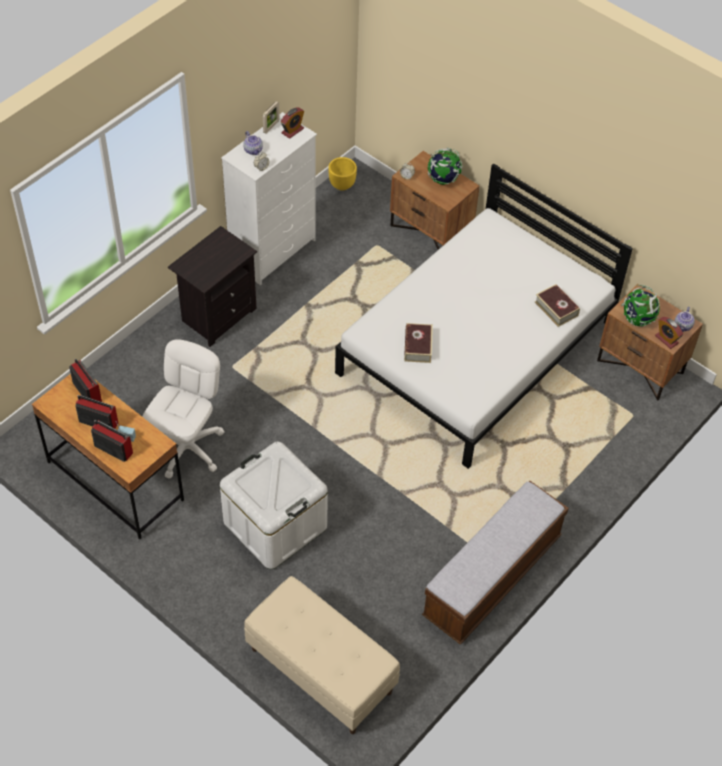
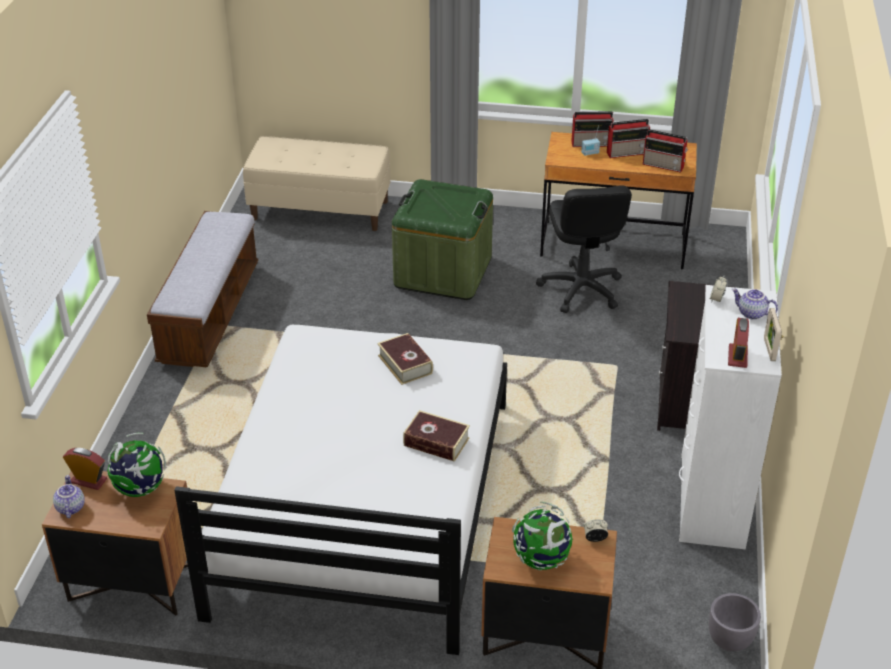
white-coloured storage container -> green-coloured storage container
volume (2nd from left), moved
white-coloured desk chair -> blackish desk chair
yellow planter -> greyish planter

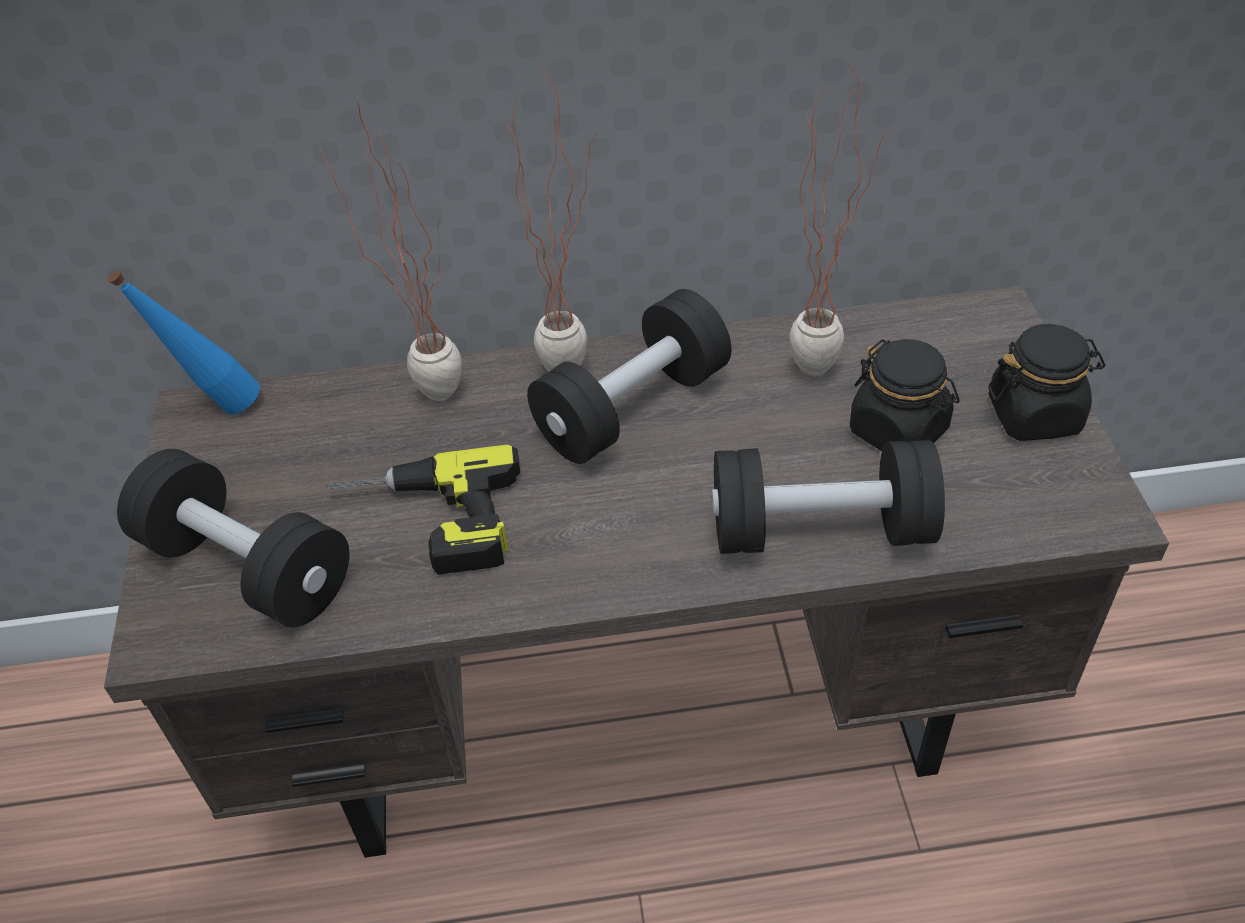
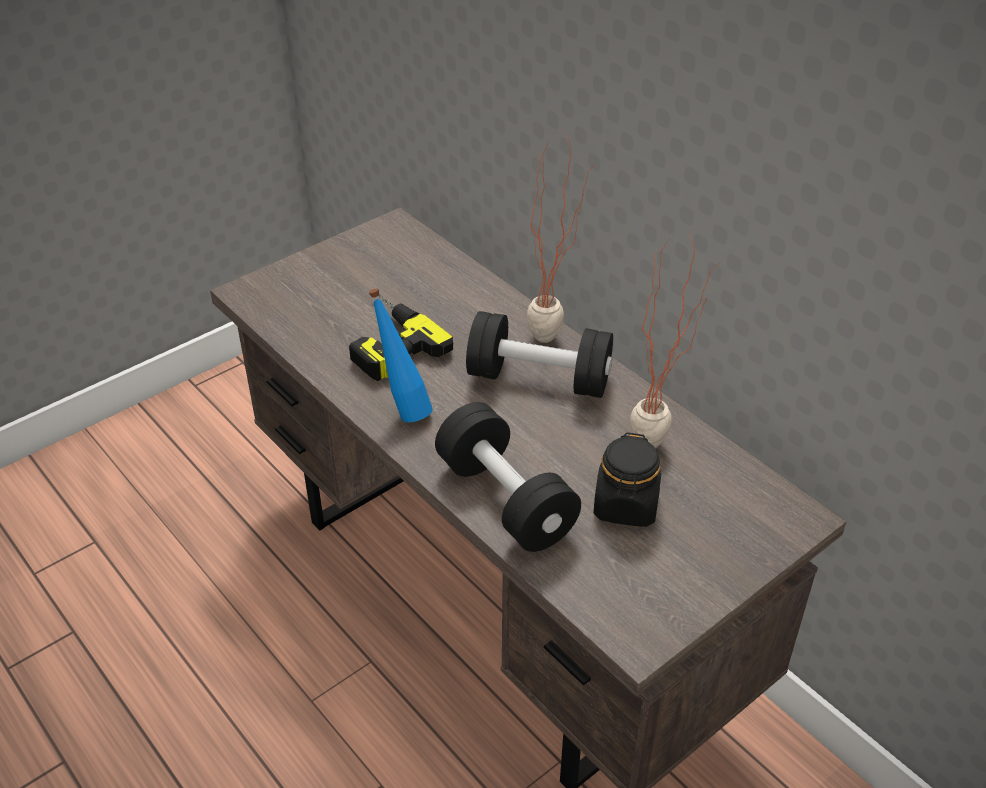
blue-coloured beverage bottle, moved
blackish free weight (1st from left) -> none
houseplant (1st from left) -> none
blackish jar (2nd from left) -> none

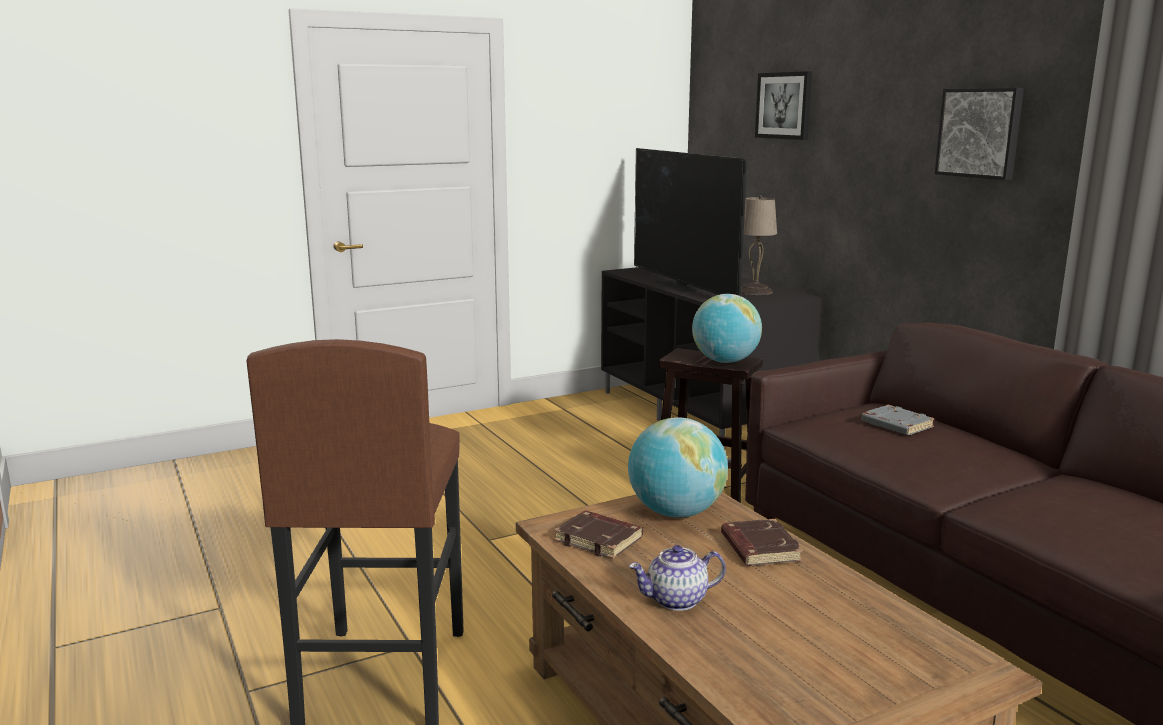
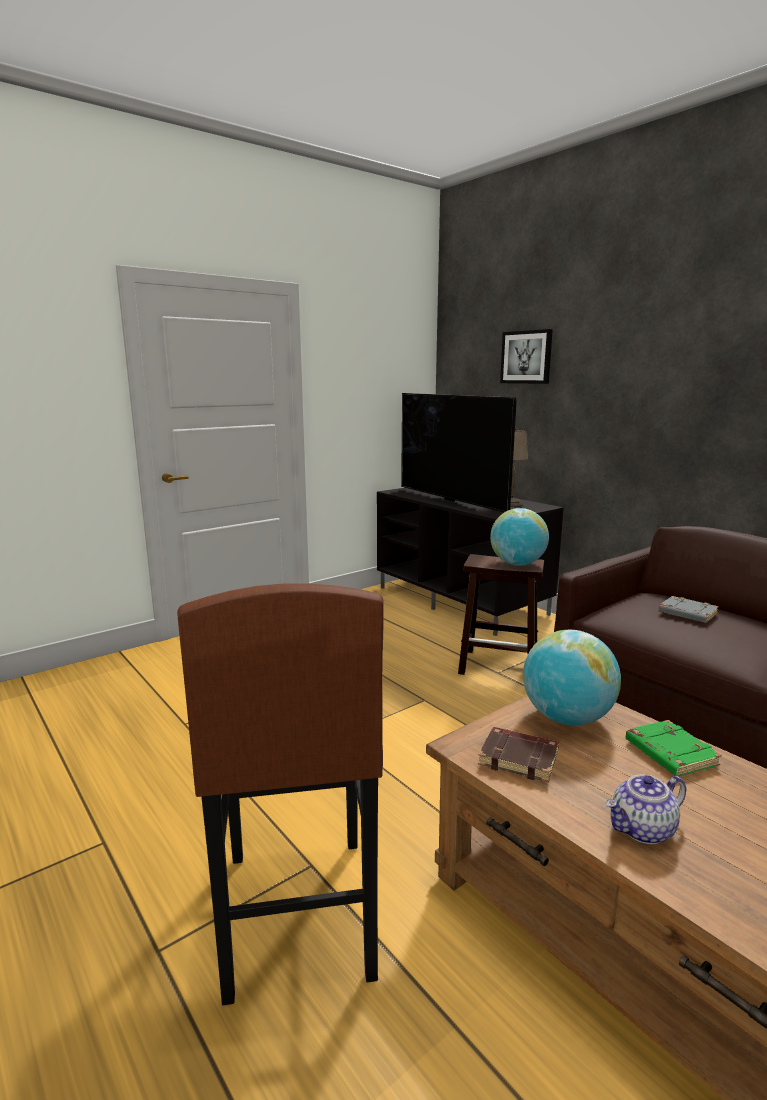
brown-coloured volume (2nd from left) -> green-coloured volume
picture (2nd from left) -> none

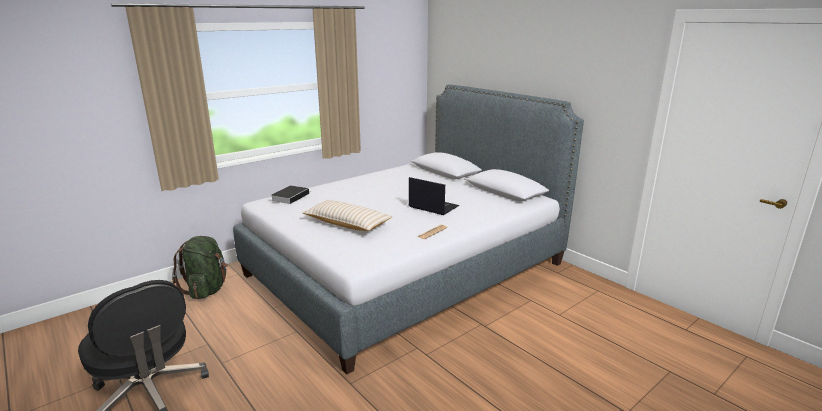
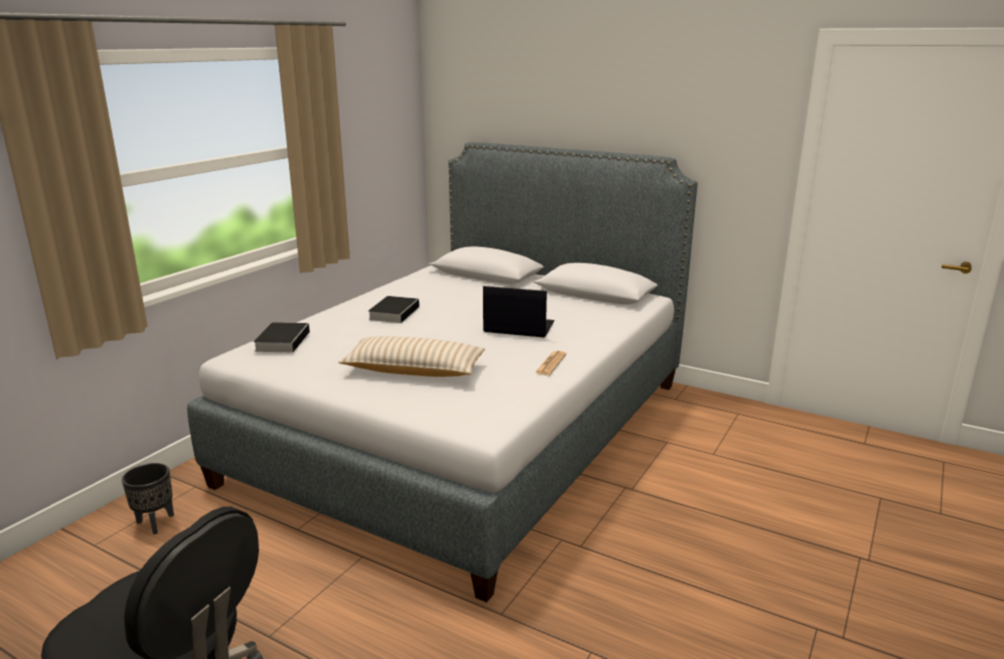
green-coloured backpack -> blackish planter
none -> volume (2nd from left)

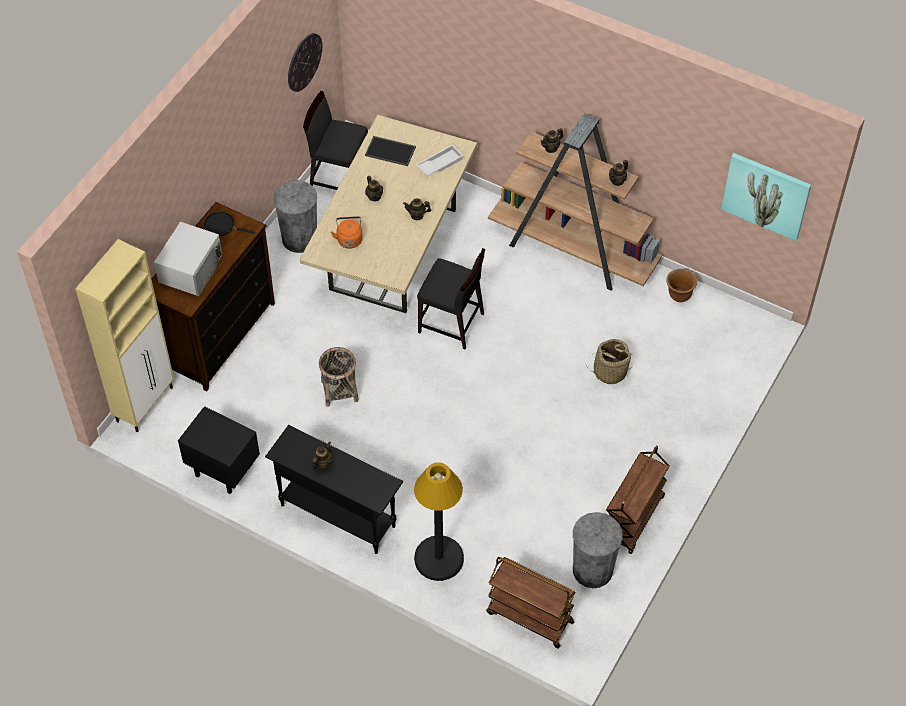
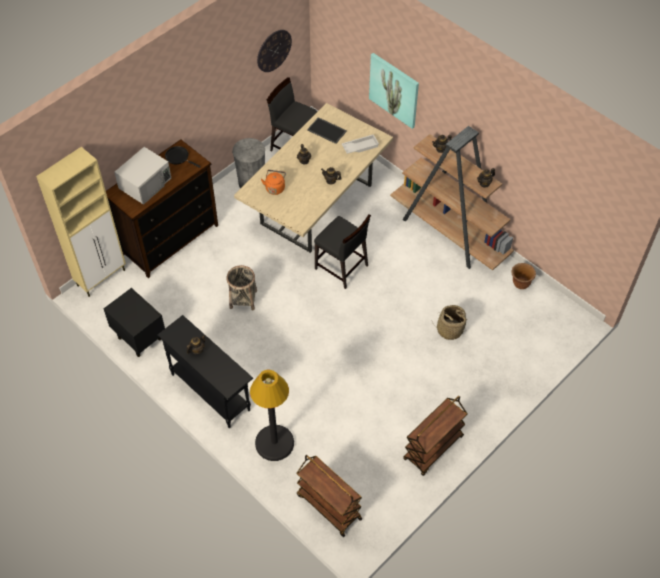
picture, moved
greyish waste bin (2nd from left) -> none

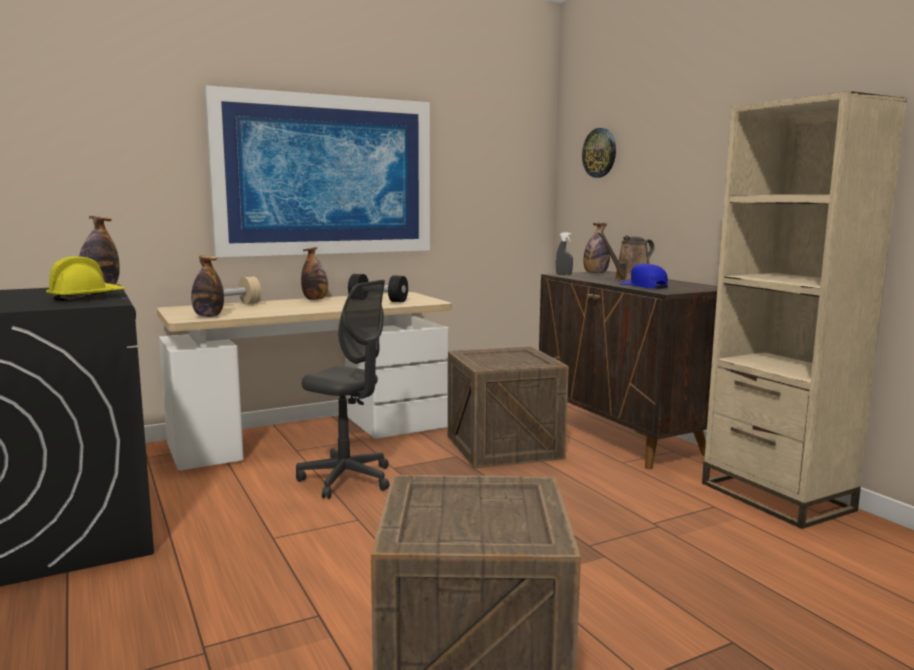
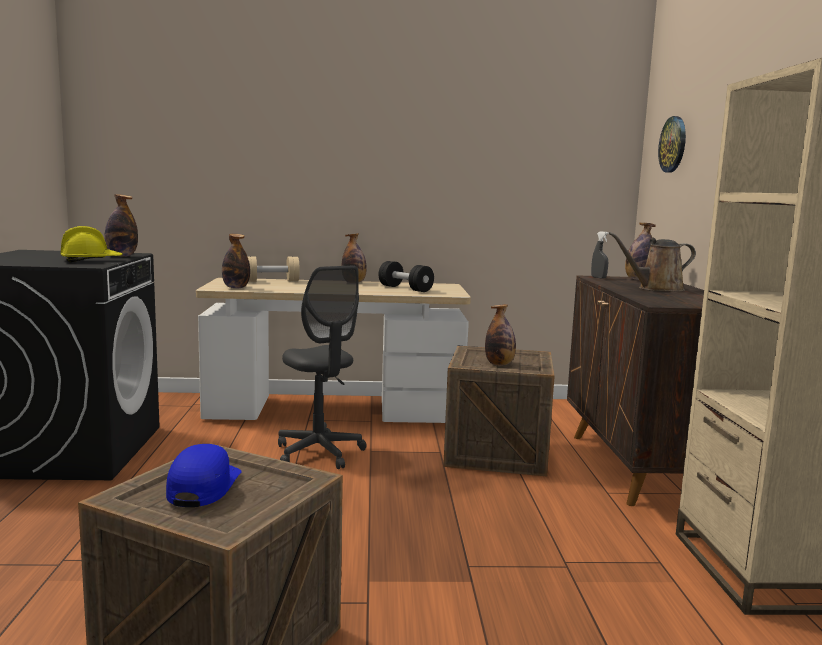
blue-coloured peaked cap, moved
none -> beverage bottle (4th from left)
picture -> none

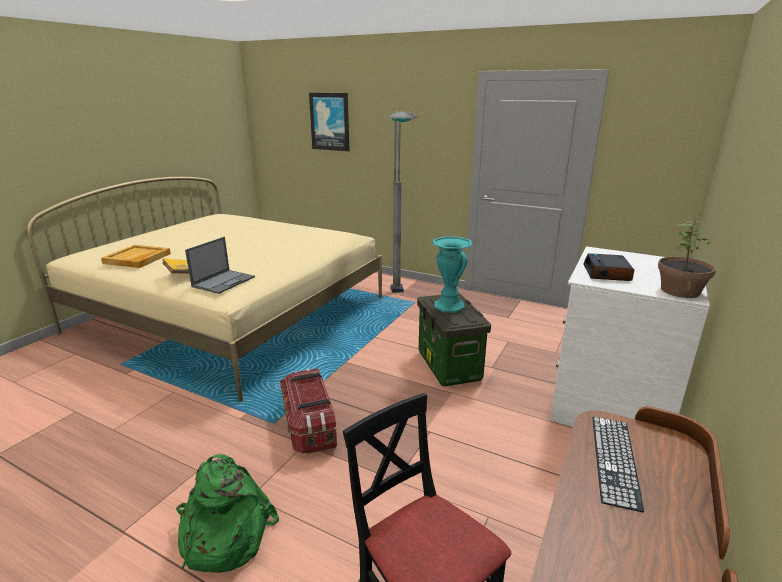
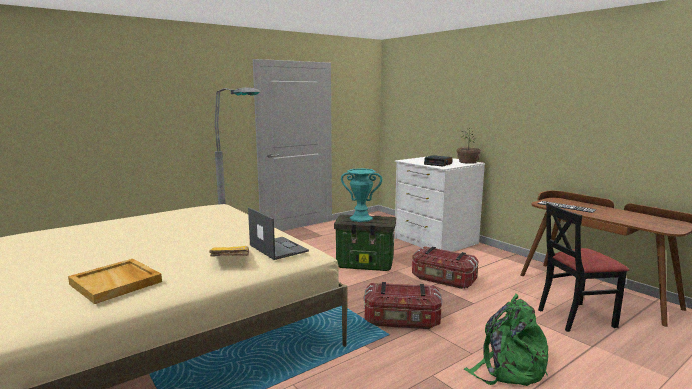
none -> storage container (3rd from left)
picture -> none

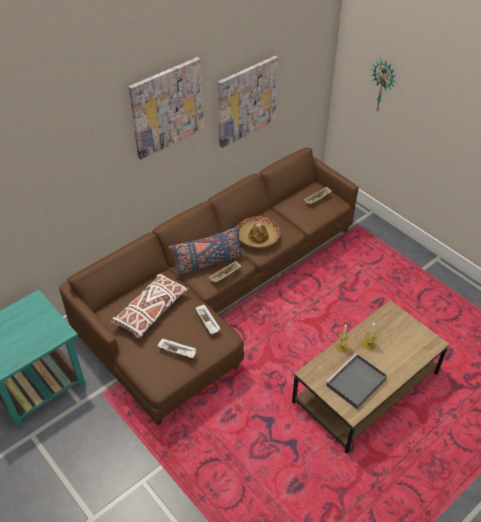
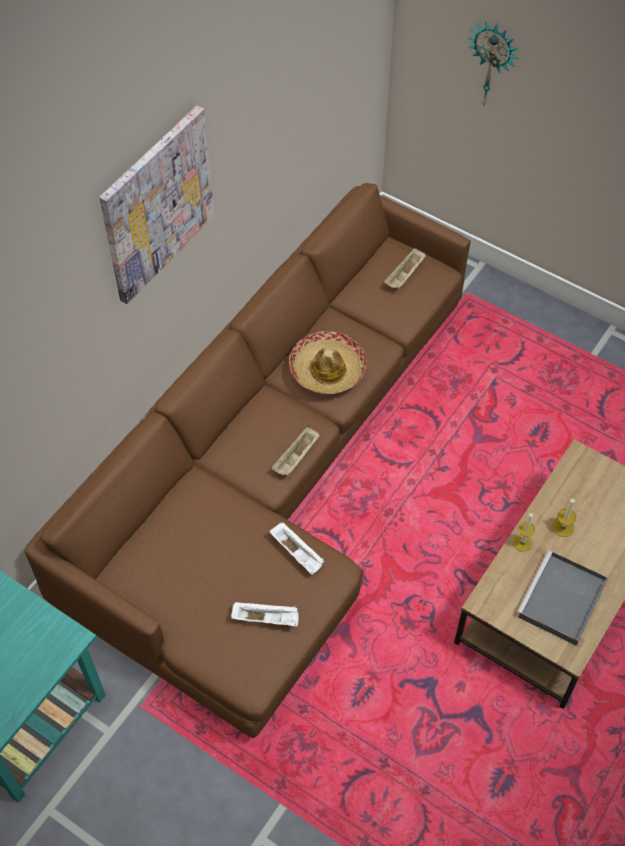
white-coloured pillow -> none
blue-coloured pillow -> none
picture (2nd from left) -> none

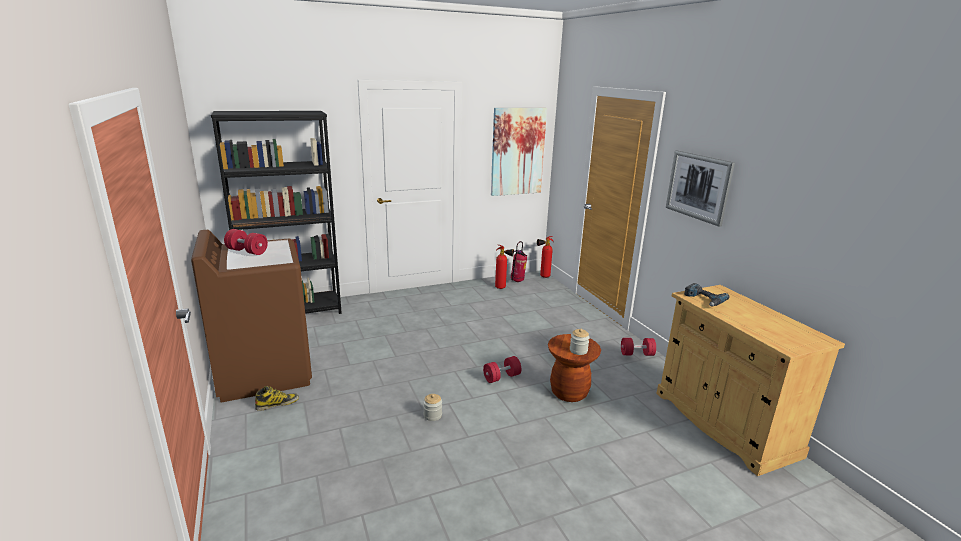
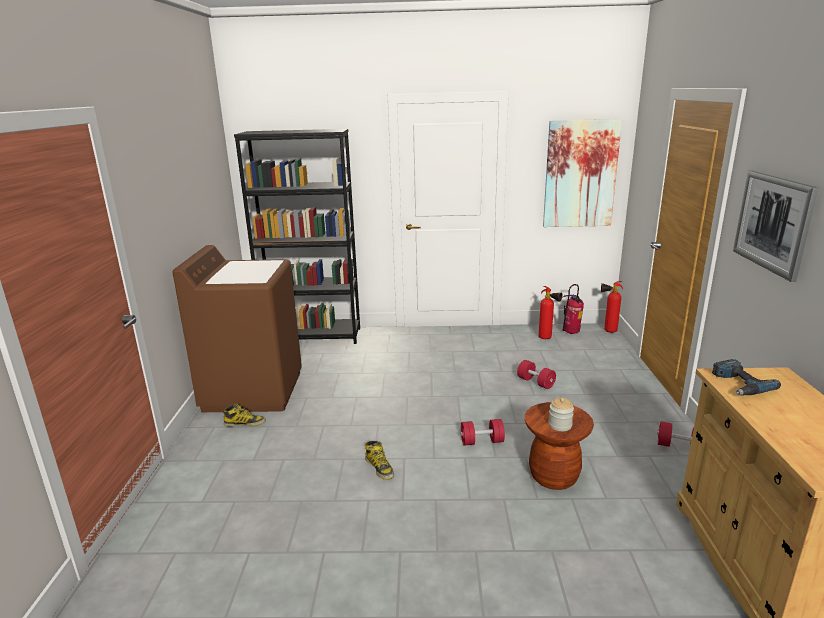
jar (1st from left) -> high-top boot (2nd from left)
red-coloured free weight (1st from left in the first image) -> red-coloured free weight (2nd from left), moved

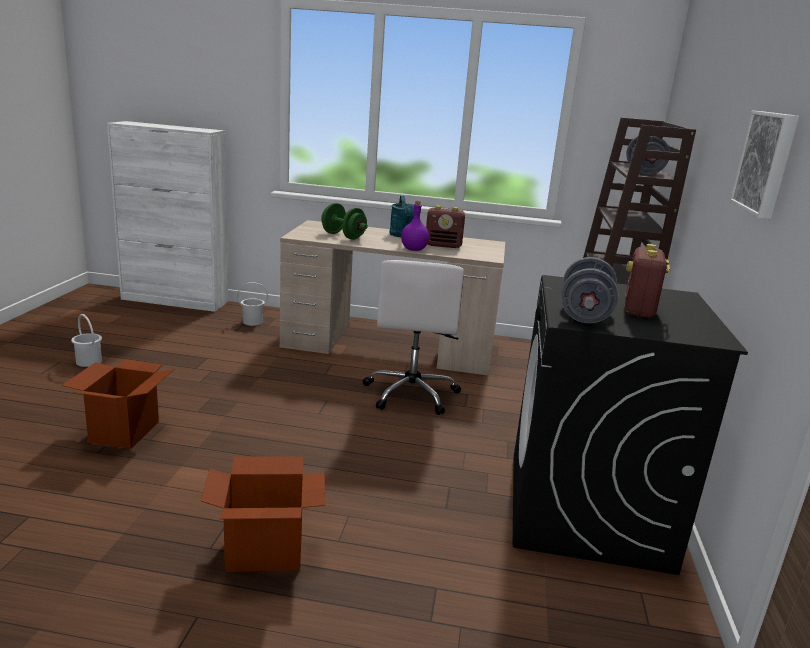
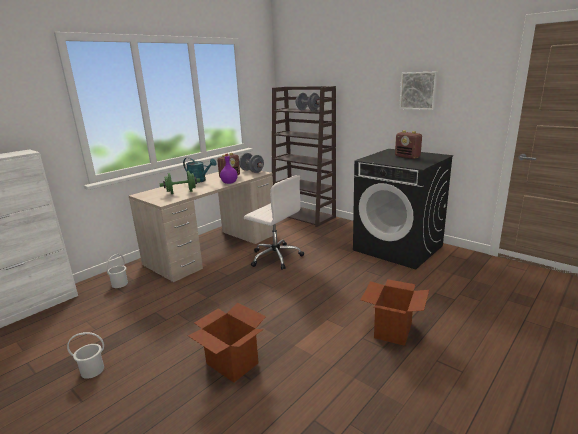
greyish free weight (1st from left), moved

